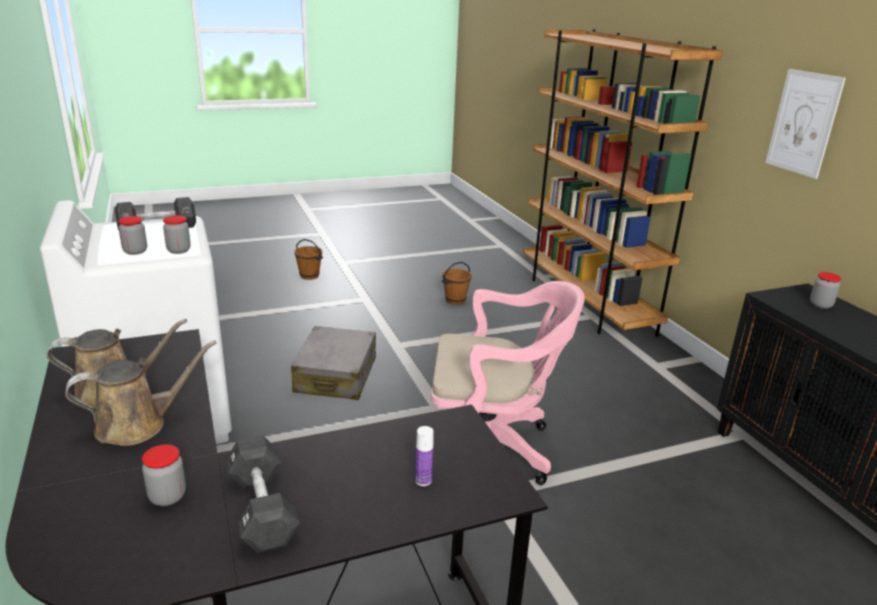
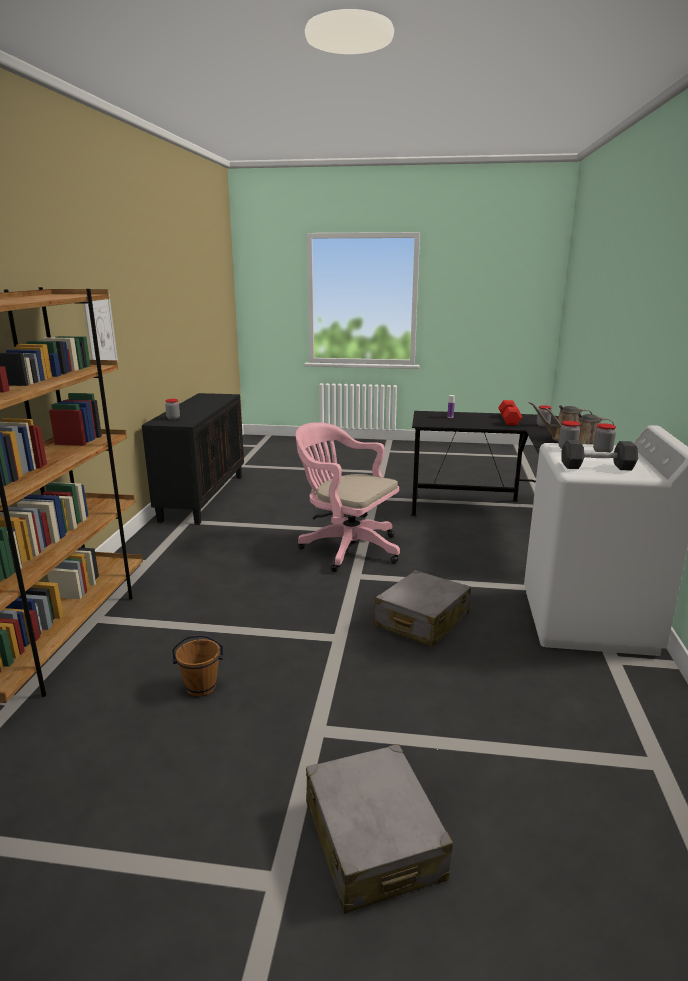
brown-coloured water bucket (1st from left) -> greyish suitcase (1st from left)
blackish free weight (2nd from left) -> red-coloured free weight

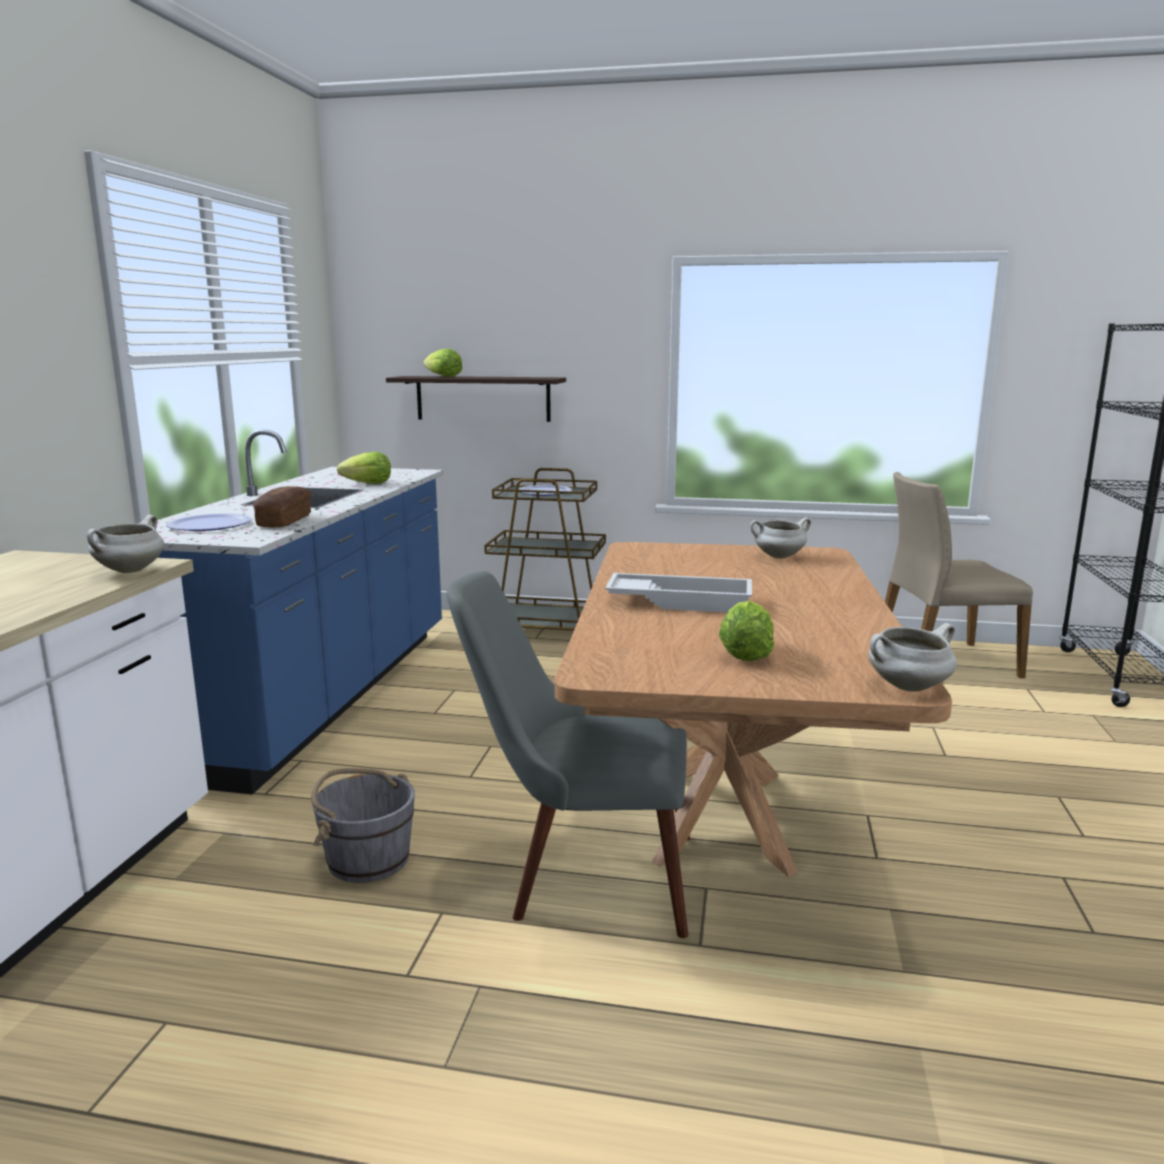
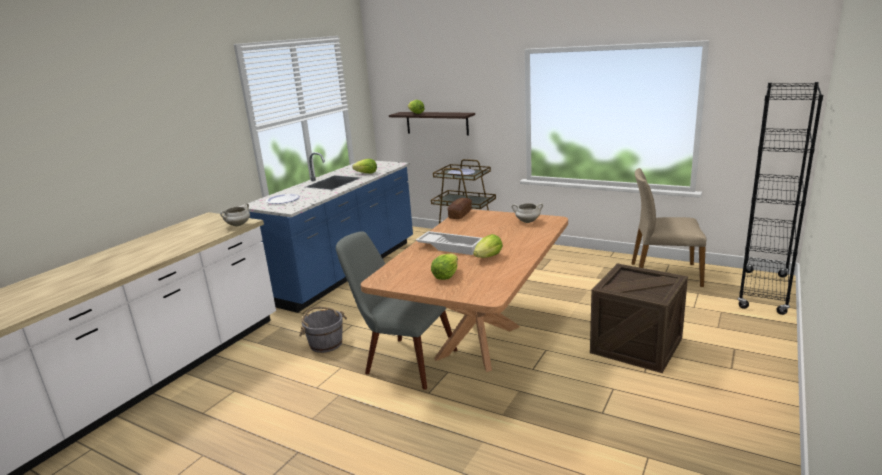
bread, moved
none -> head of lettuce (4th from left)
none -> crate
white-coloured cooking pot (3rd from left) -> none

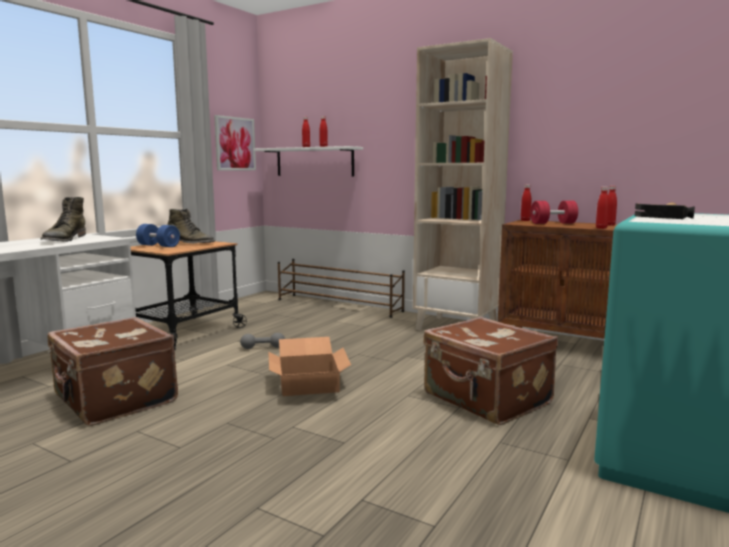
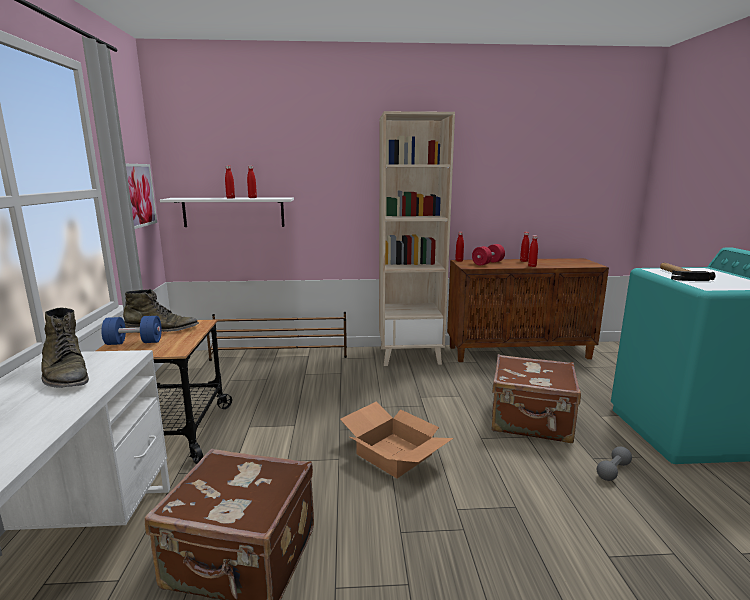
greyish free weight, moved

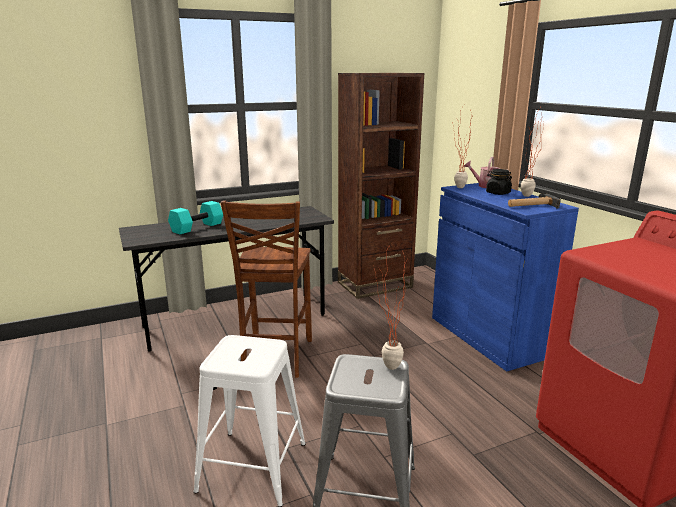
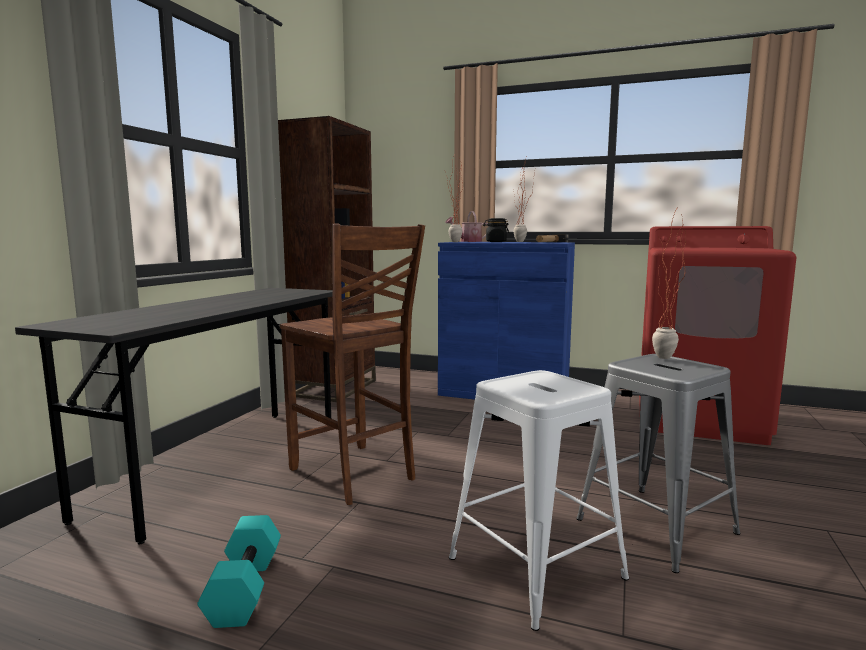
turquoise-coloured free weight, moved

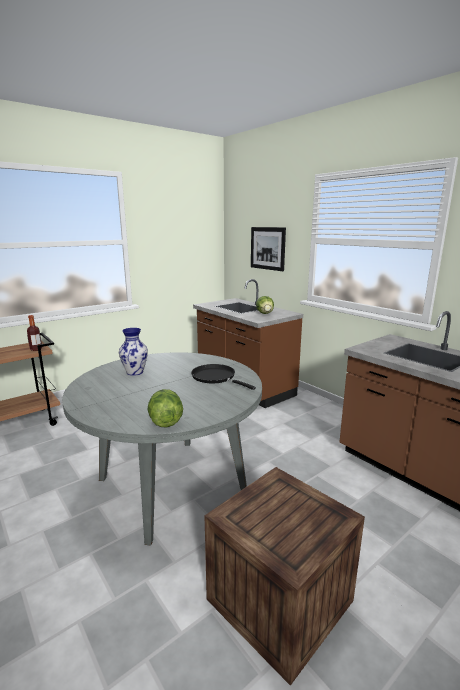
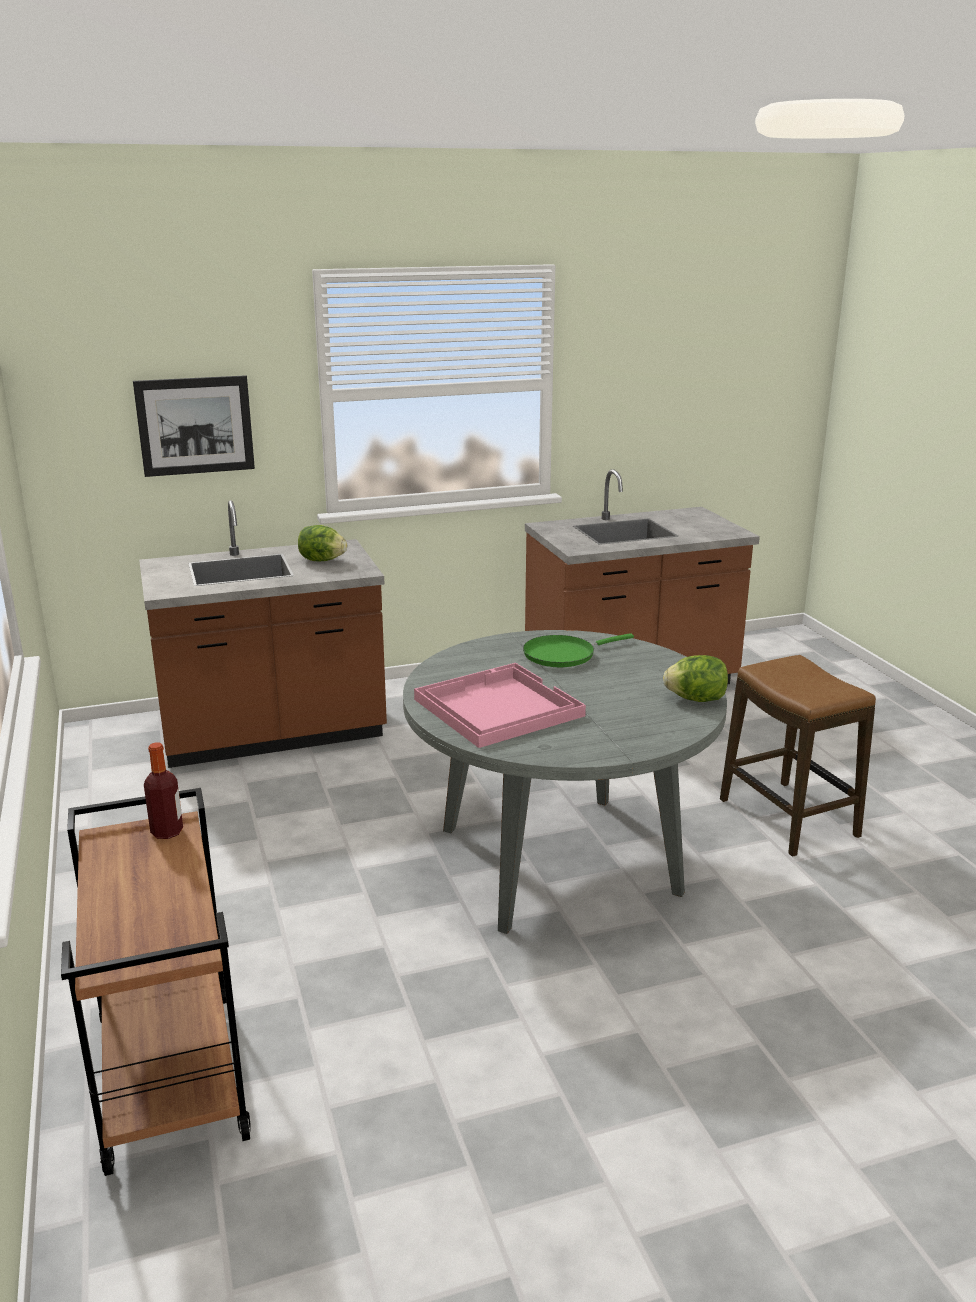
flower vase -> pinkish tray
blackish skillet -> green-coloured skillet
crate -> stool seat

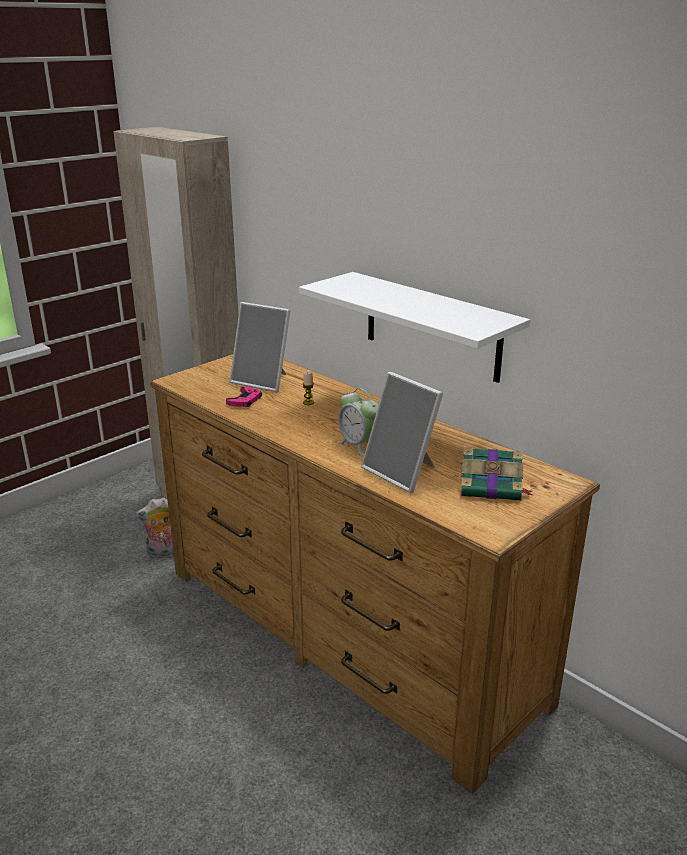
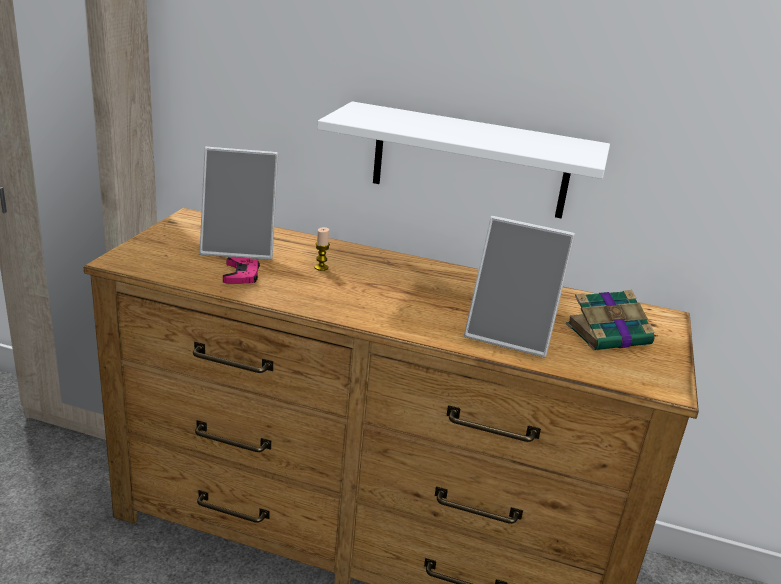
plush toy -> none
bedside clock -> none

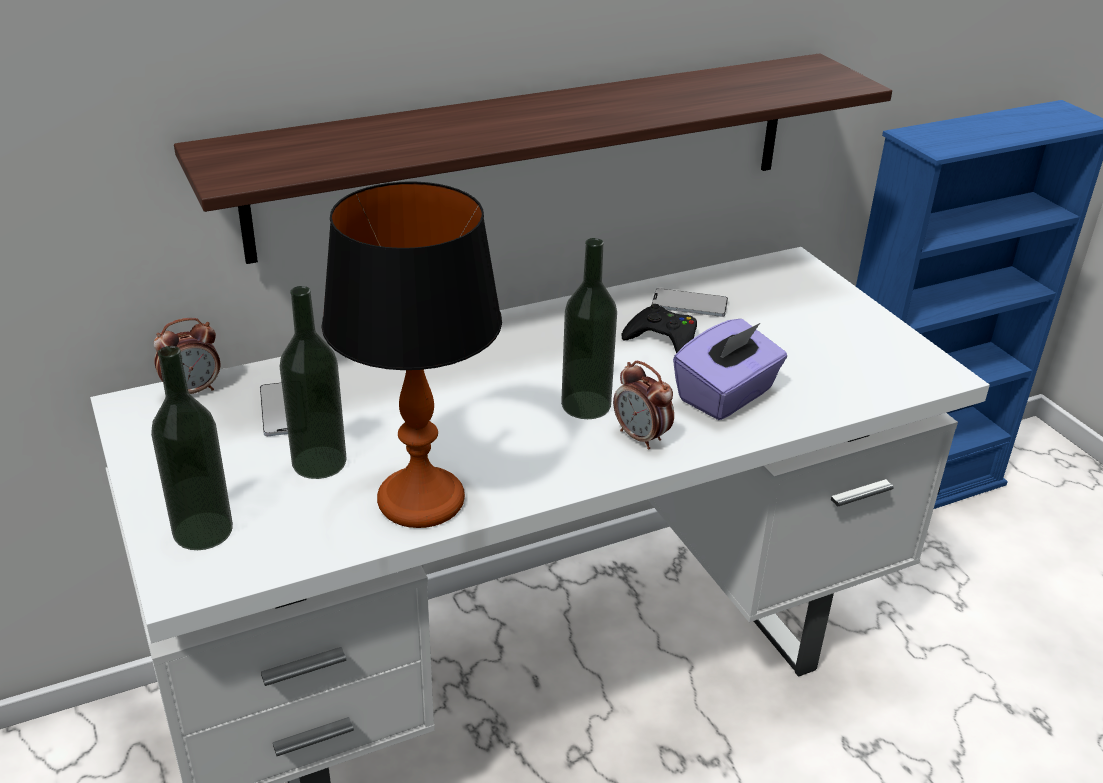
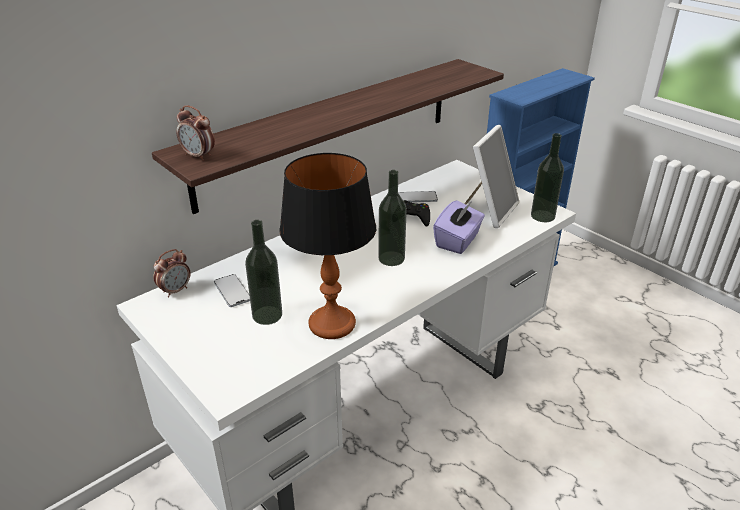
bedside clock (2nd from left), moved
none -> standing frame
beverage bottle (1st from left in the first image) -> beverage bottle (3rd from left), moved

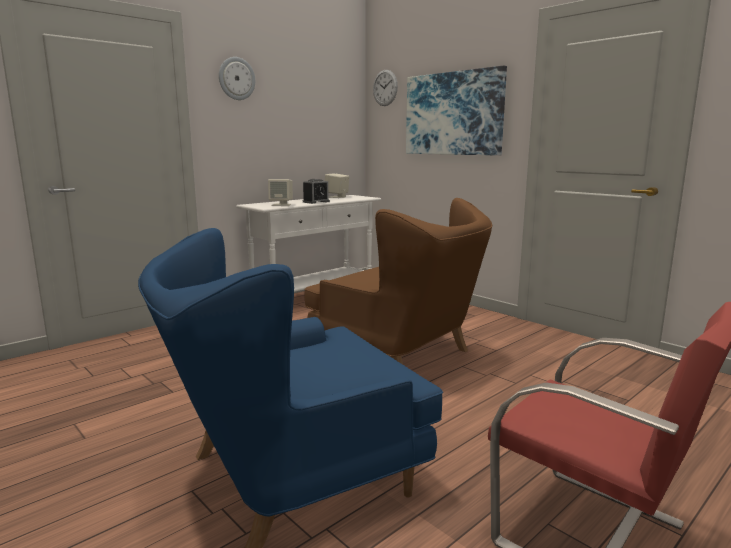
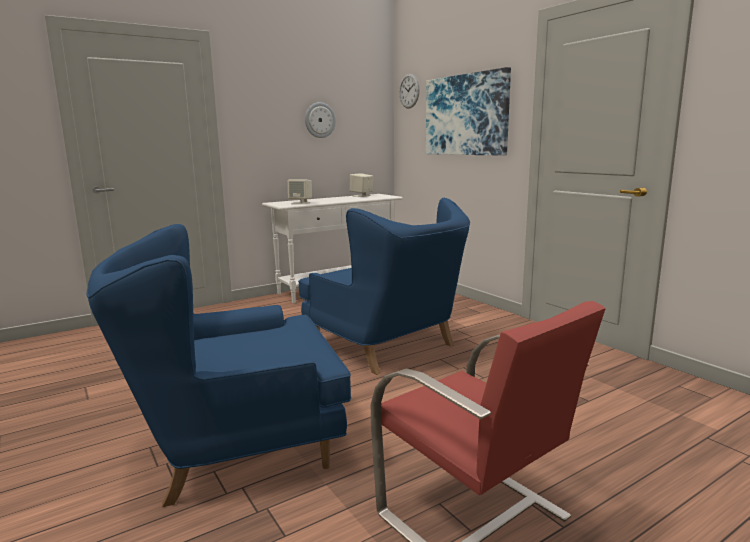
brown-coloured easy chair -> blue-coloured easy chair (2nd from left)
wall clock (1st from left), moved
bedside clock -> none

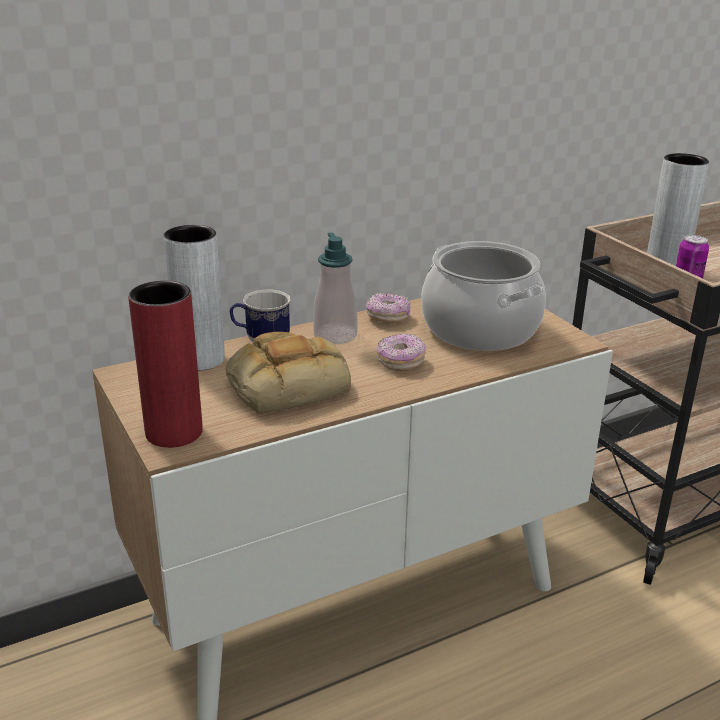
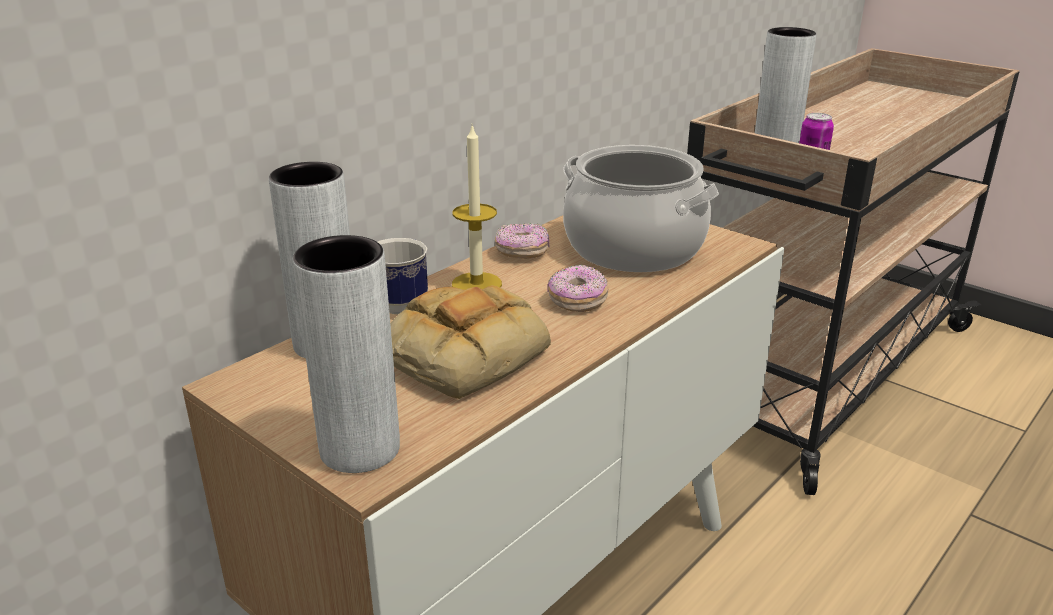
red-coloured flower vase -> greyish flower vase (2nd from left)
soap dispenser -> wax light

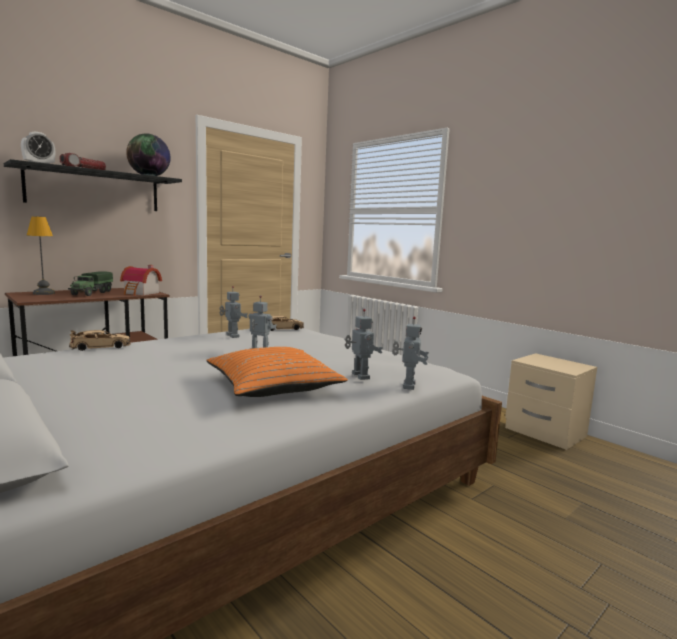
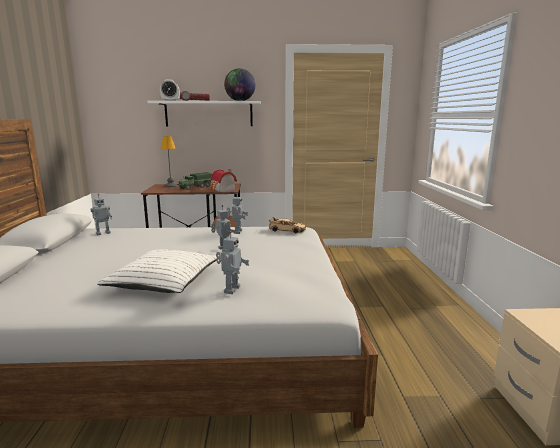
toy robot (4th from left in the first image) -> toy robot (1st from left), moved
orangey pillow -> white-coloured pillow
blackish shelf -> white-coloured shelf
beige-coloured toy car (1st from left) -> none

